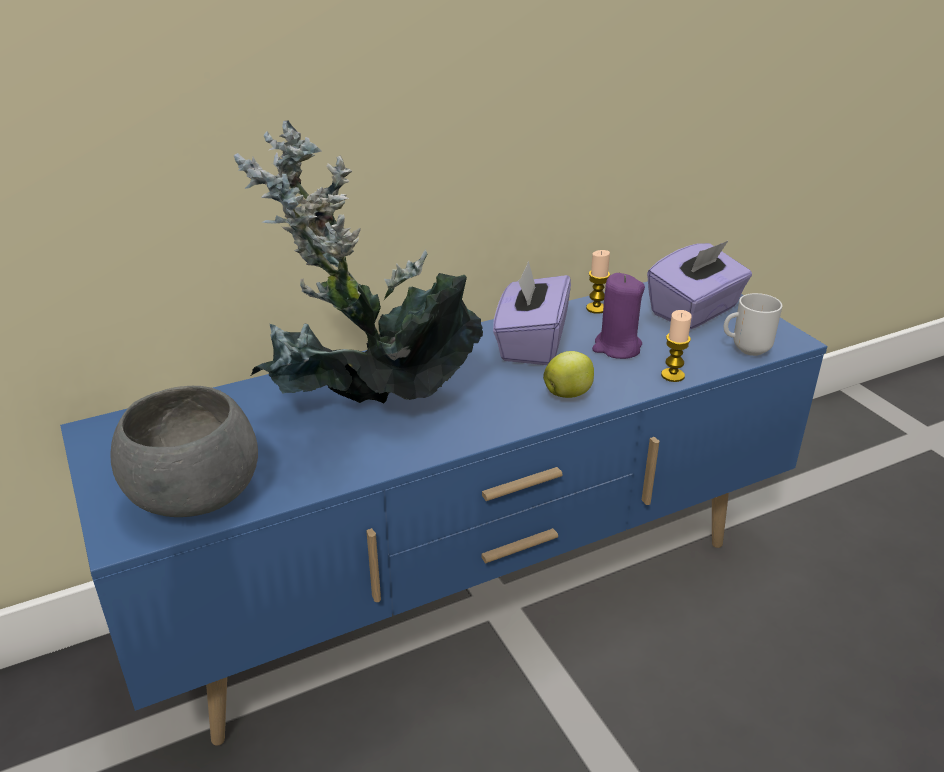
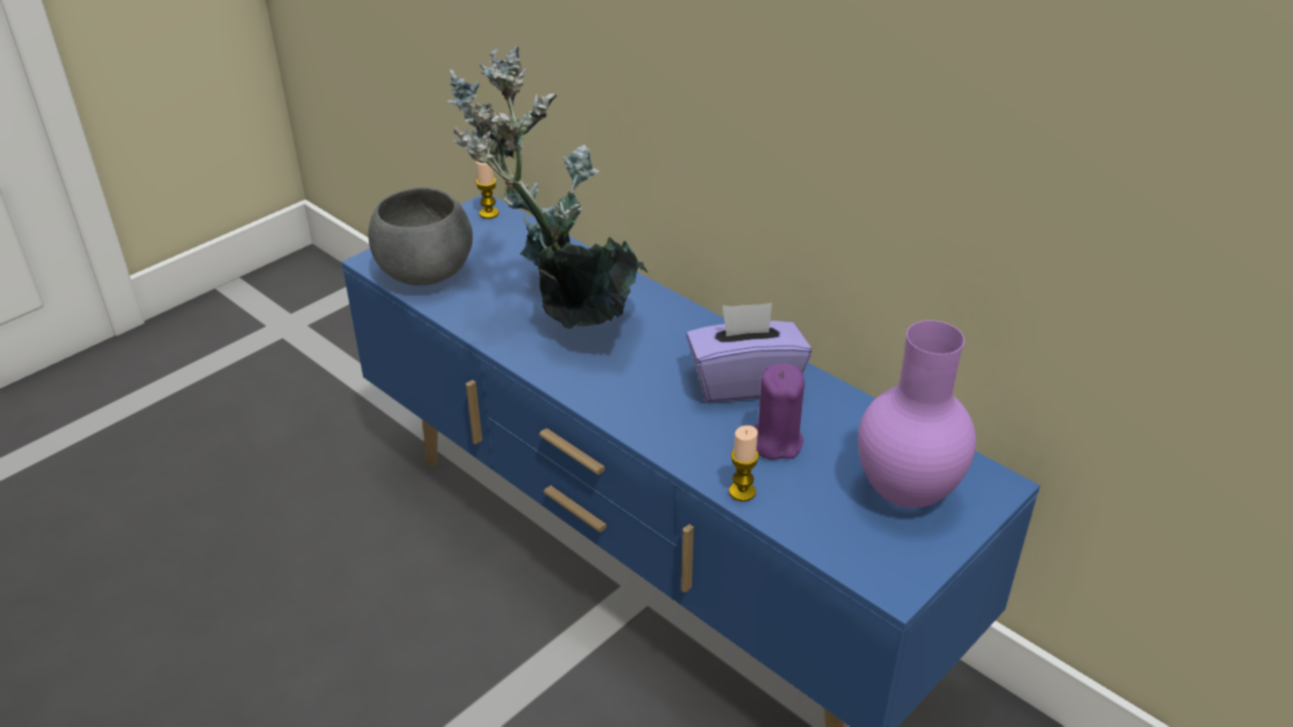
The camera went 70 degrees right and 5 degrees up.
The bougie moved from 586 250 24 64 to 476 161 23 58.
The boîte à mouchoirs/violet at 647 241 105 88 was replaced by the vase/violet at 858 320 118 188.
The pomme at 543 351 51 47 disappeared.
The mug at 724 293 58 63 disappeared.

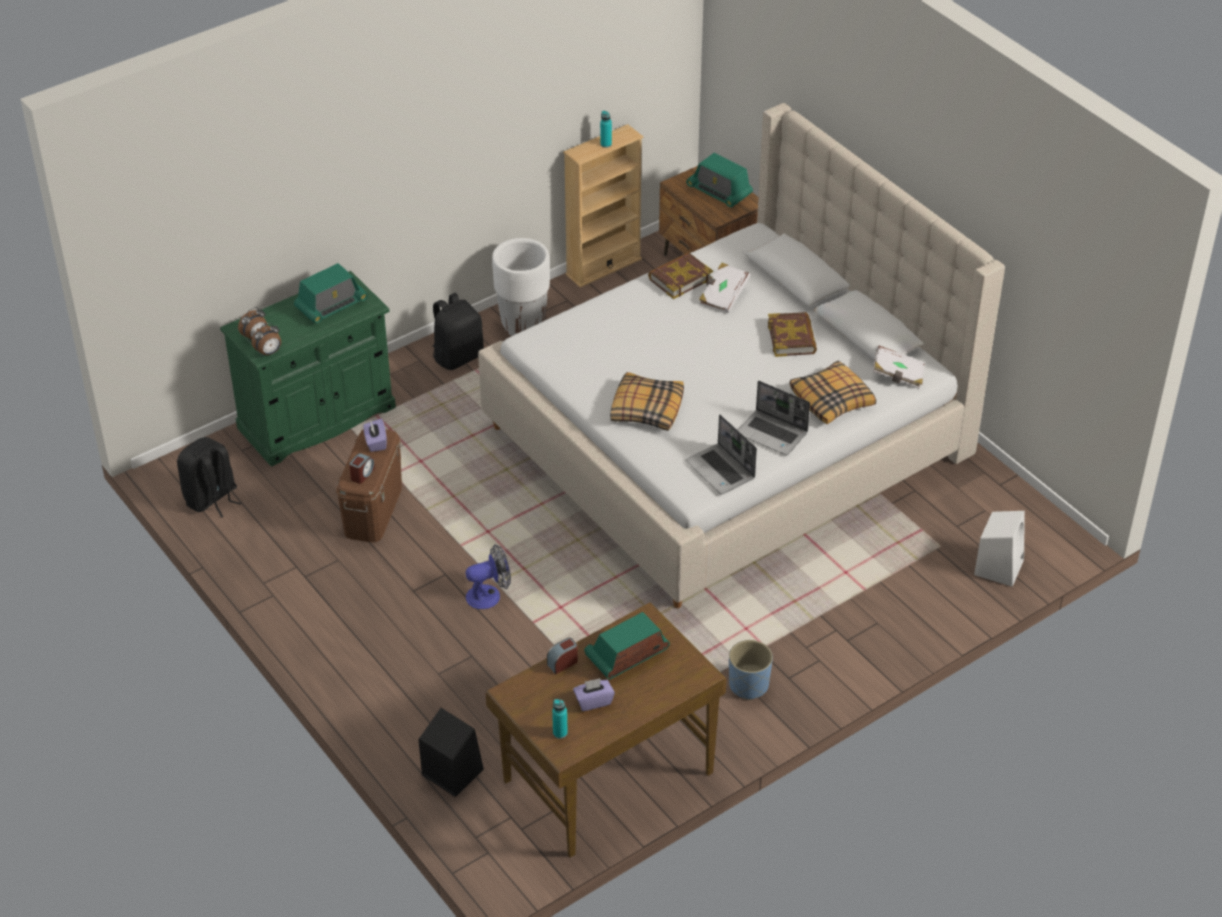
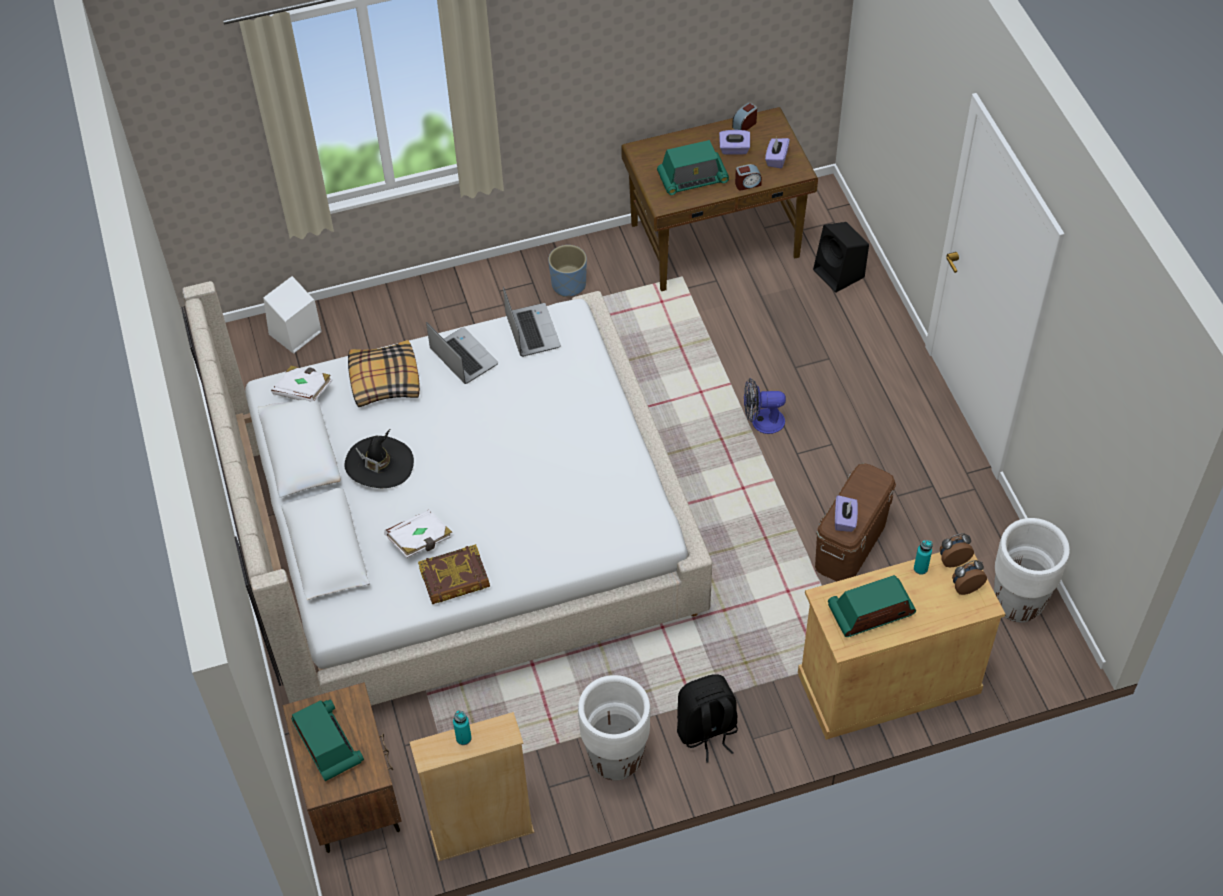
The camera went 160 degrees left and 10 degrees up.
The livre at 768 312 49 45 was replaced by the chapeau/noir at 344 428 70 60.
The réveil moved from 349 453 26 30 to 732 102 25 29.
The boîte à mouchoirs/violet at 765 137 25 31 appeared.
The meuble de rangement/vert at 220 271 176 196 became the meuble de rangement/beige at 798 544 207 196.
The bouteille/turquoise moved from 552 699 16 40 to 914 540 18 35.
The sac à dos/noir at 177 437 64 81 was replaced by the cache-pot/blanc at 994 518 76 104.
The coussin at 610 372 74 59 disappeared.

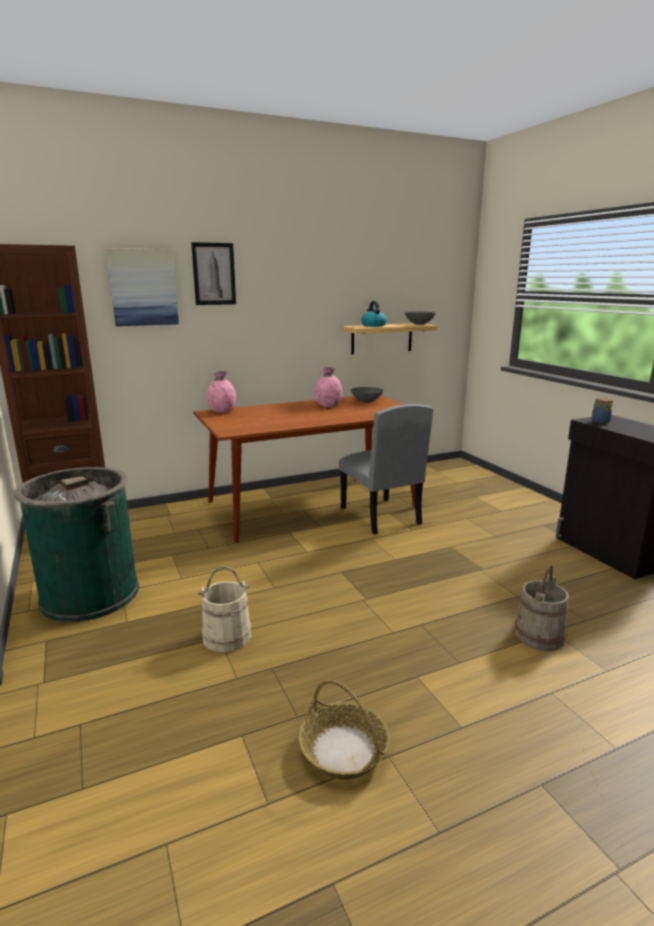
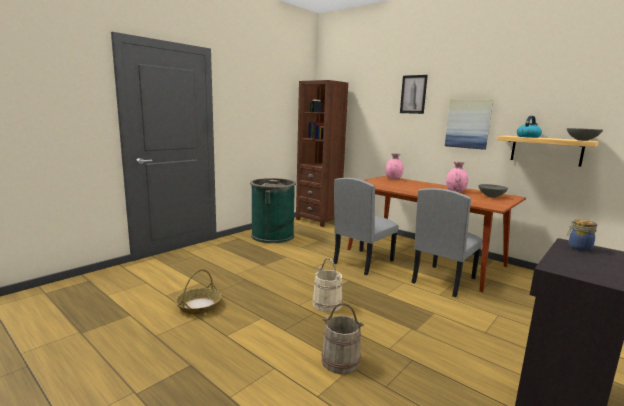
The camera went 65 degrees right and 5 degrees down.
The seau/beige moved from 197 566 55 86 to 312 258 31 54.
The chaise/gris at 333 178 65 97 appeared.
The tableau moved from 106 248 73 78 to 445 99 48 51.

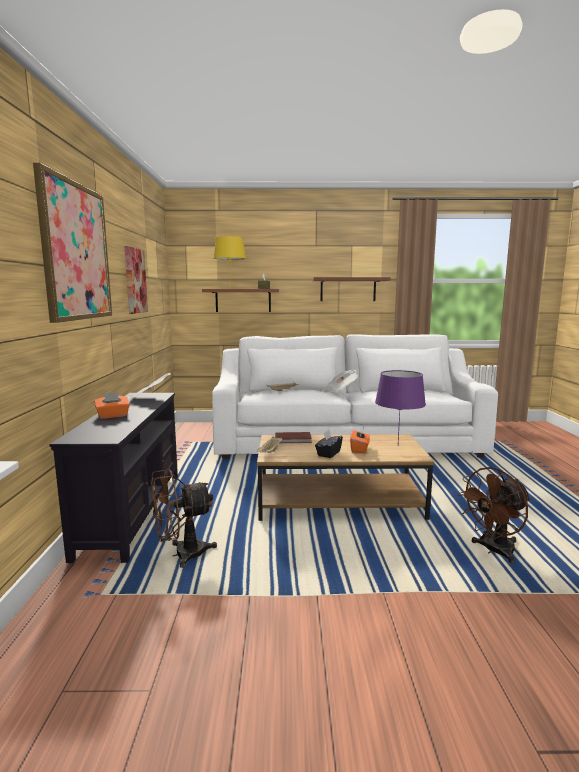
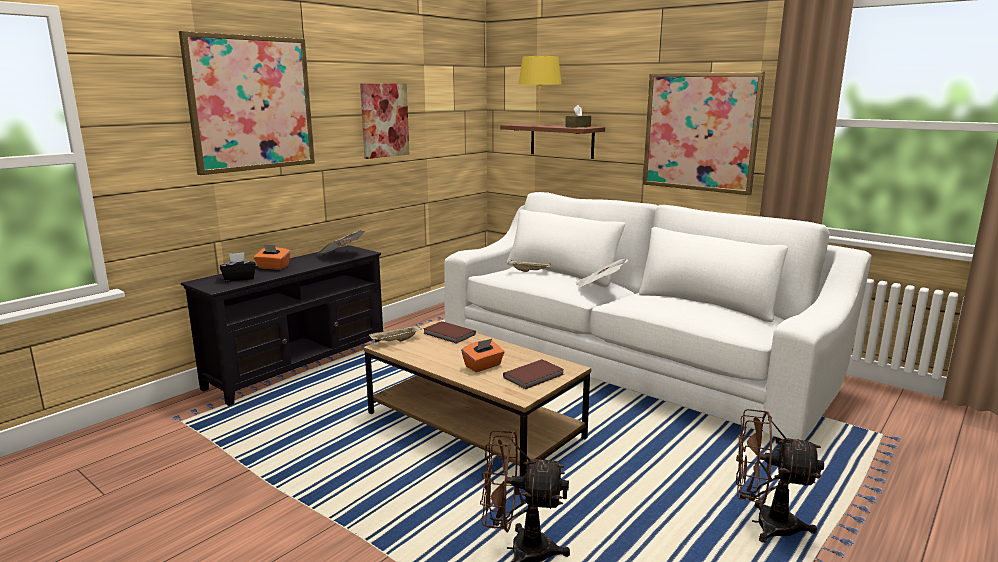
The camera went 40 degrees right and 5 degrees up.
The boîte à mouchoirs/noir moved from 315 430 28 28 to 220 252 36 30.
The lampe de table/violet at 375 370 51 73 was replaced by the livre/marron at 503 359 61 30.
The étagère/marron at 312 277 79 24 was replaced by the tableau at 643 72 122 123.
The ventilateur/marron moved from 151 469 66 99 to 736 409 88 134.

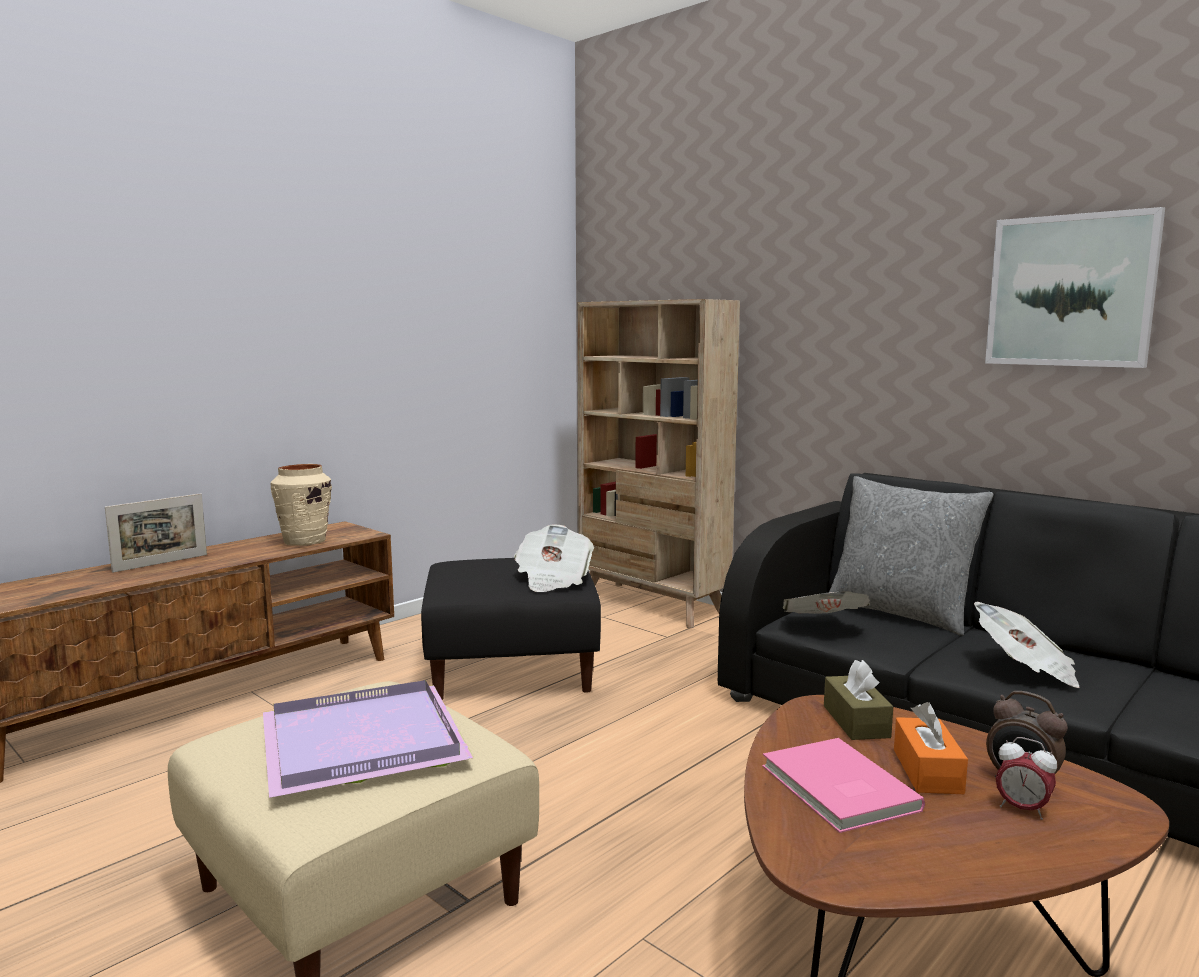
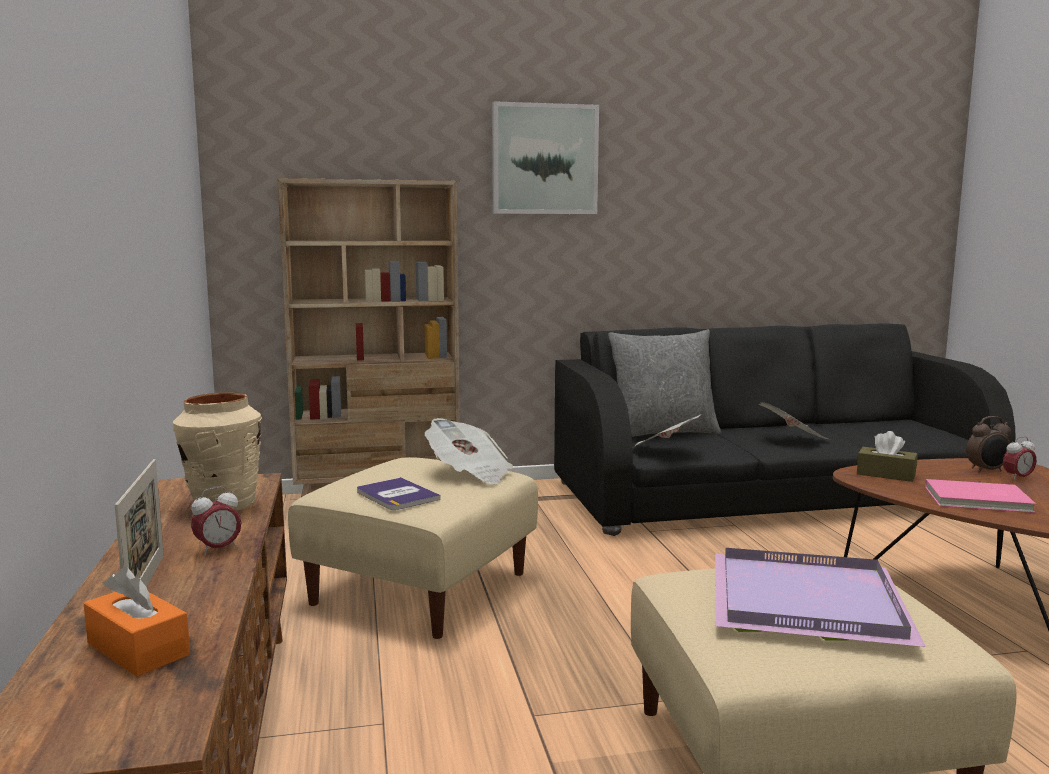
The camera went 55 degrees left and 0 degrees up.
The boîte à mouchoirs/orange moved from 894 702 74 92 to 84 567 106 109.
The réveil at 191 487 51 69 appeared.
The pouf/noir at 421 558 180 142 became the pouf/beige at 288 457 250 182.
The livre at 357 477 84 33 appeared.
The tableau moved from 985 207 180 161 to 492 101 107 113.

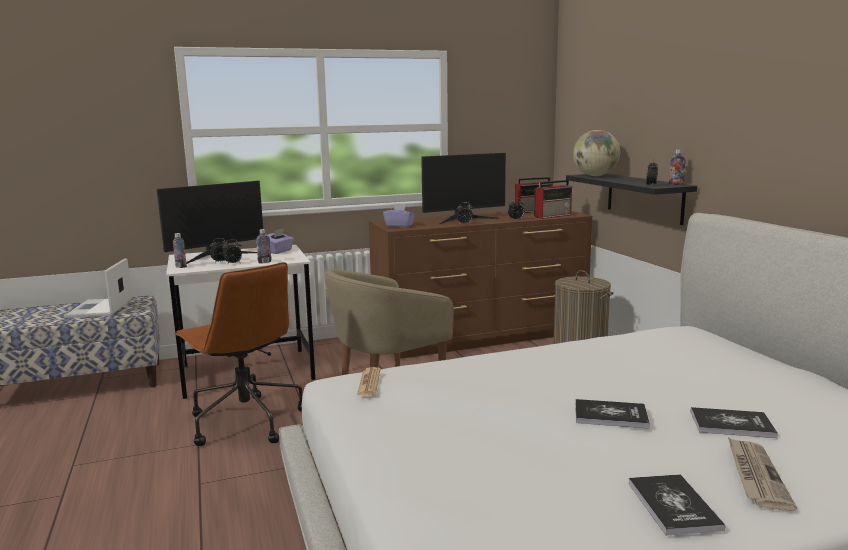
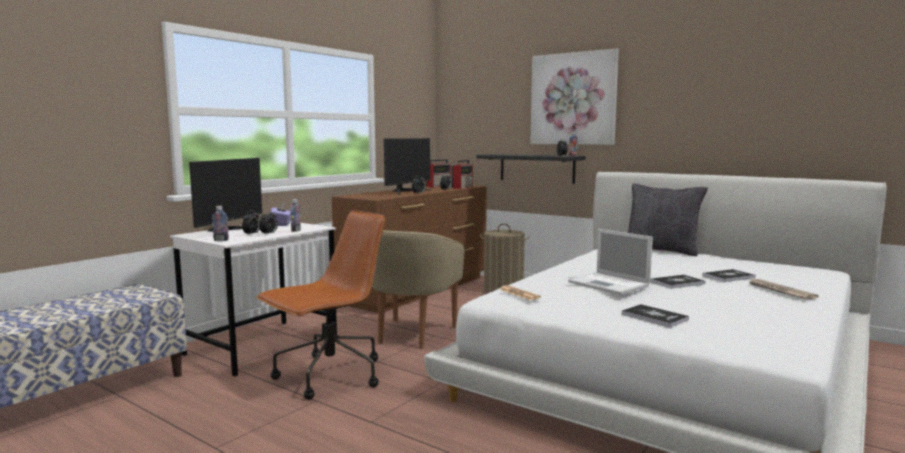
The camera went 35 degrees left and 5 degrees down.
The chaise de bureau/marron at 174 262 128 184 turned 60 degrees counterclockwise.
The tableau at 530 49 89 96 appeared.
The ordinateur portable moved from 64 258 68 60 to 568 229 85 66.
The livre moved from 628 474 97 62 to 622 304 67 24.
The coussin/noir at 628 184 80 72 appeared.
The boîte à mouchoirs/violet at 383 203 32 24 disappeared.
The globe at 573 130 47 46 disappeared.

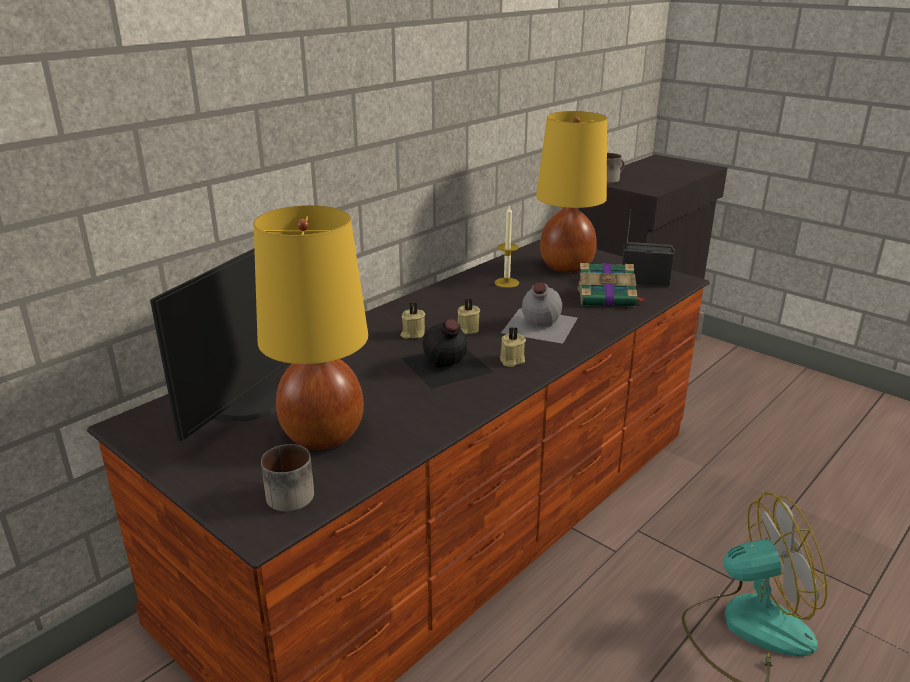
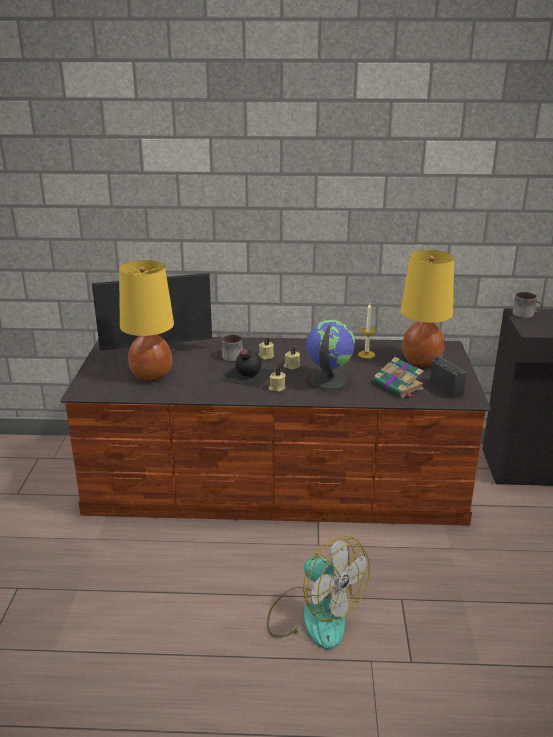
The camera went 50 degrees right and 0 degrees up.
The mug moved from 261 444 53 67 to 222 334 20 27.
The bouteille/gris at 501 283 77 61 was replaced by the globe at 306 320 49 70.

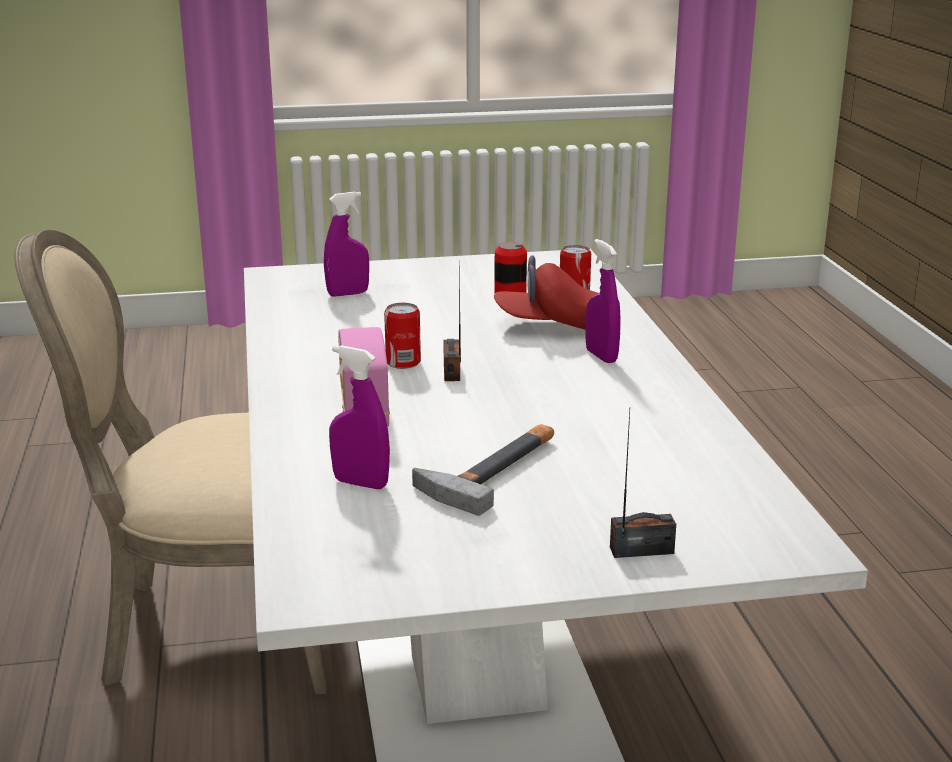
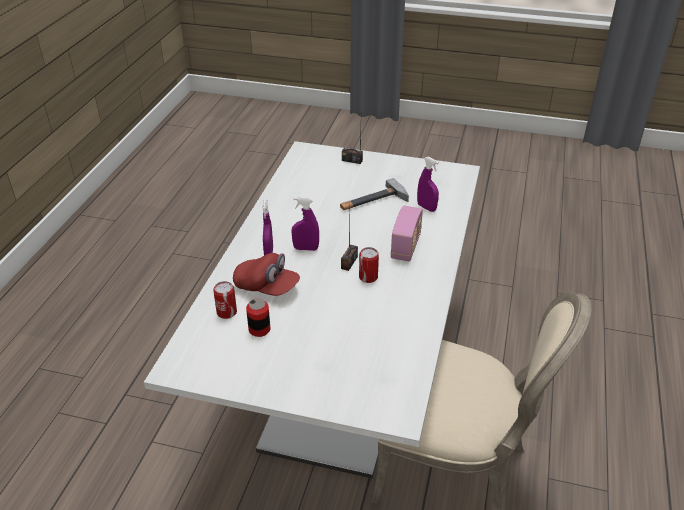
The camera went 155 degrees left and 15 degrees up.
The vaporisateur/violet moved from 324 191 45 106 to 292 197 27 54.

